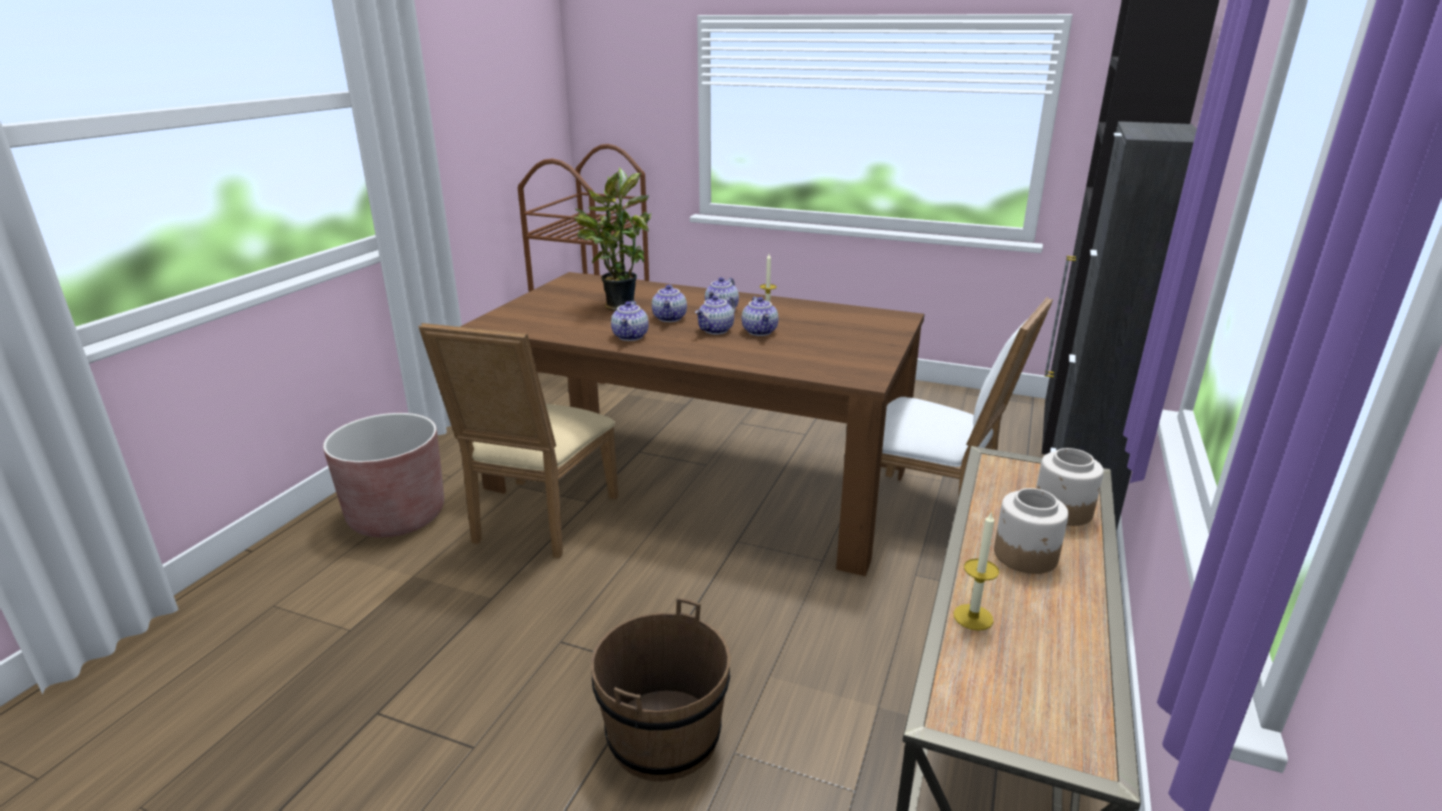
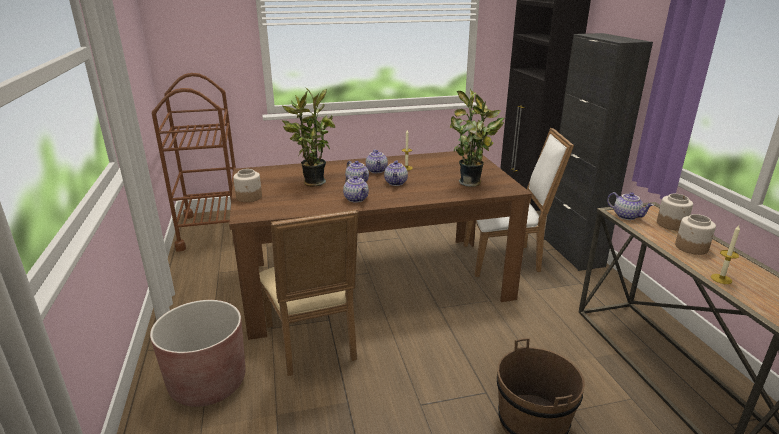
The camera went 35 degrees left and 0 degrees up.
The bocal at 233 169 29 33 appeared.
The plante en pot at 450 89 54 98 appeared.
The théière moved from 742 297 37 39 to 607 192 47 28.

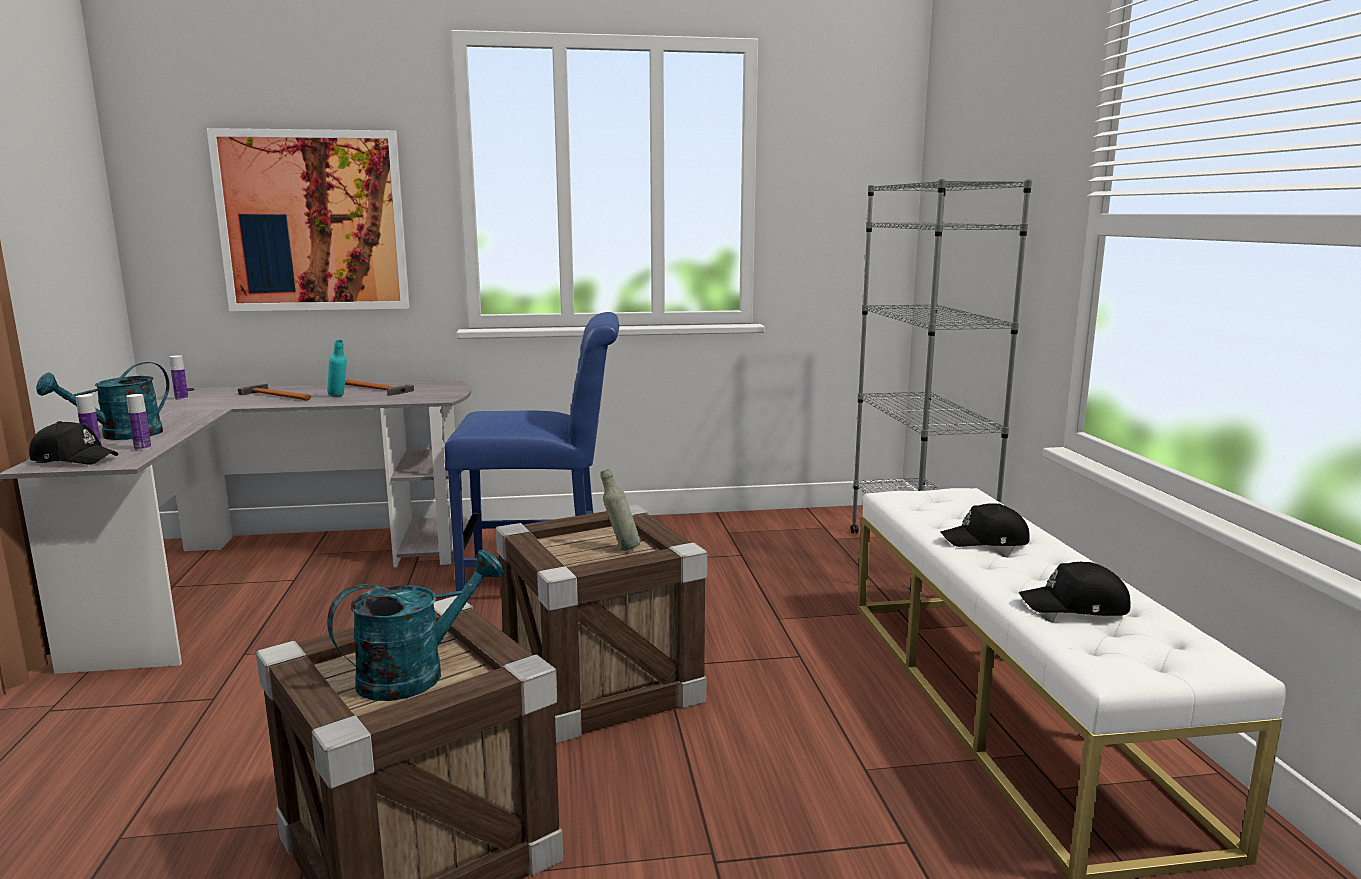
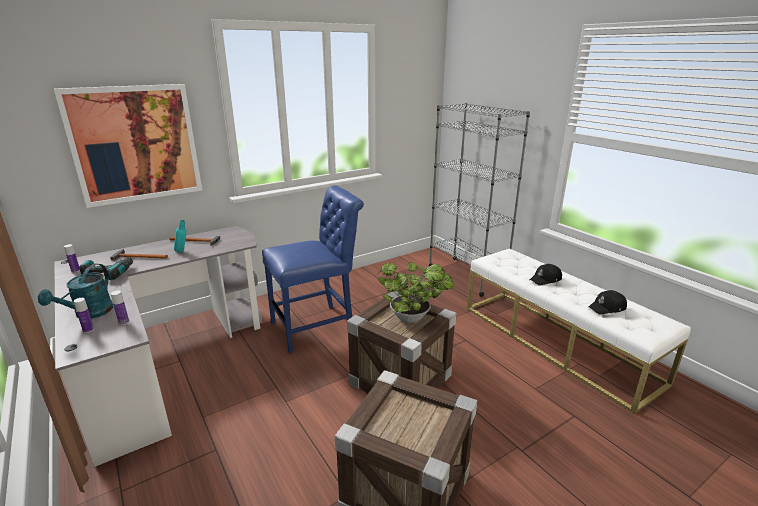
The camera went 25 degrees left and 10 degrees up.
The perceuse at 79 257 54 23 appeared.
The bouteille/gris at 601 469 39 82 was replaced by the plante en pot at 378 262 75 61.
The casquette/noir at 29 421 89 44 disappeared.
The arrosoir/turquoise at 327 550 177 151 disappeared.

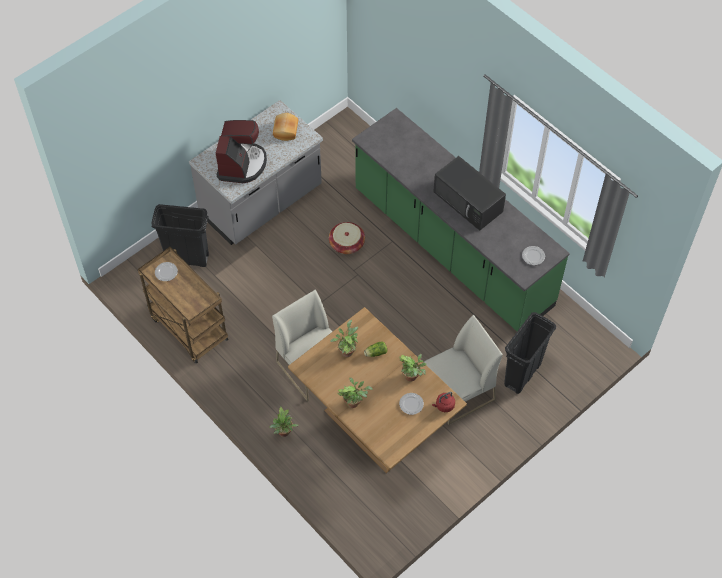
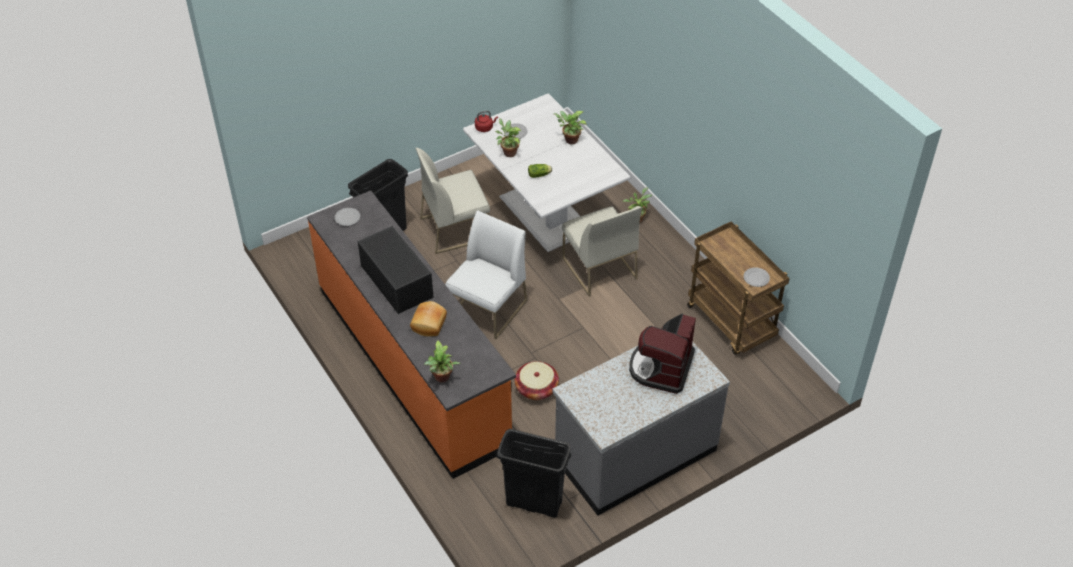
The camera went 170 degrees left and 10 degrees down.
The comptoir de cuisine/vert at 352 108 218 223 became the comptoir de cuisine/orange at 307 190 209 289.
The pain moved from 273 113 25 28 to 410 301 37 36.
The plante en pot moved from 330 320 28 37 to 424 340 36 42.
The chaise/blanc at 445 210 82 130 appeared.
The table à manger/marron at 288 307 179 166 became the table à manger/blanc at 463 93 167 159.
The poubelle/noir moved from 151 204 58 63 to 496 429 76 89.

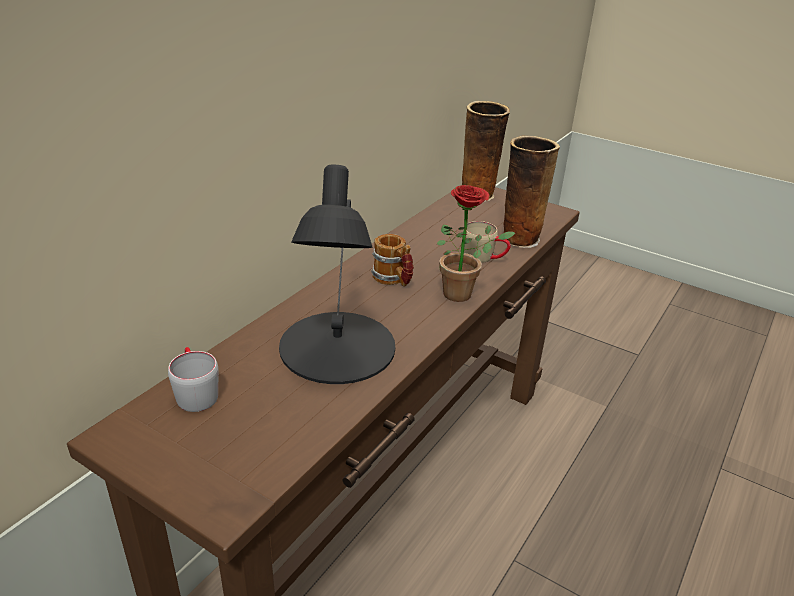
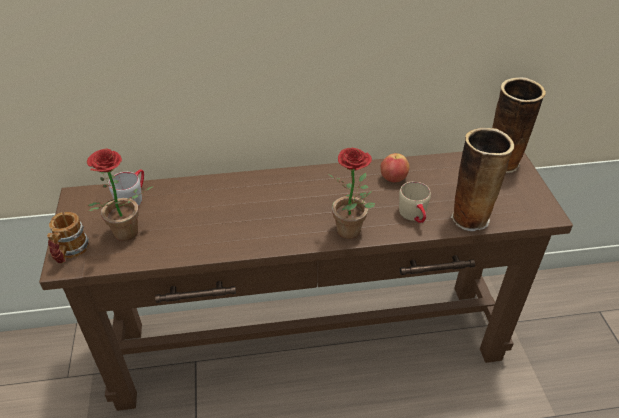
The camera went 50 degrees right and 10 degrees up.
The mug moved from 371 234 43 53 to 47 212 42 52.
The plante en pot at 87 149 67 92 appeared.
The pomme at 381 153 29 29 appeared.
The lampe de table/noir at 279 165 116 219 disappeared.

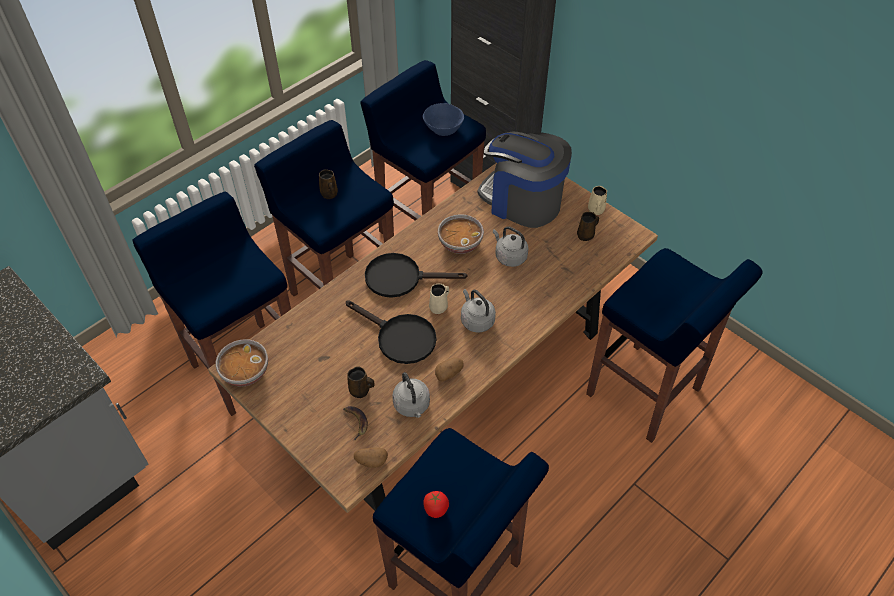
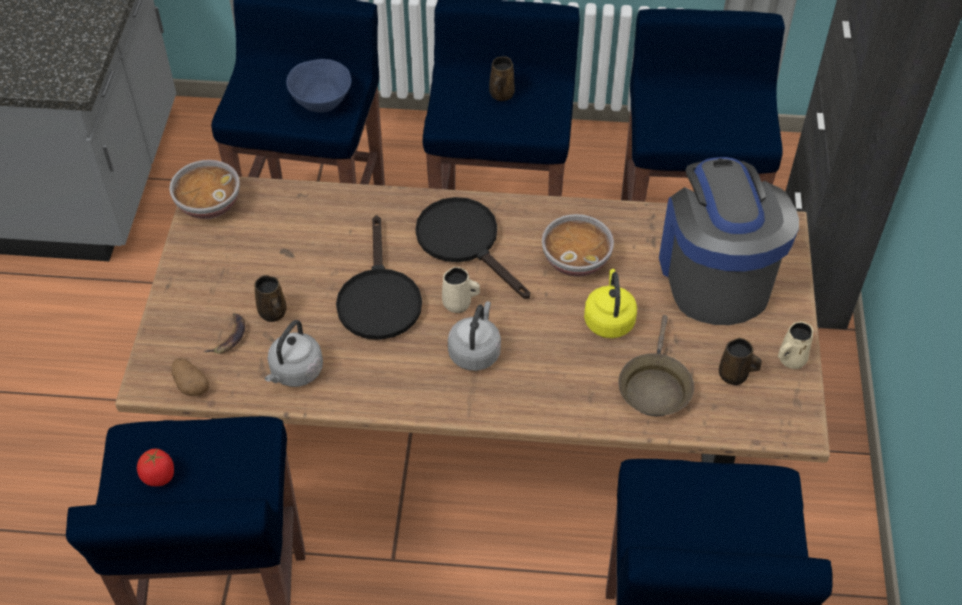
The camera went 50 degrees right and 0 degrees up.
The bol/bleu moved from 423 103 41 33 to 286 59 65 53.
The bouilloire/gris at 493 226 36 41 became the bouilloire/jaune at 584 269 53 69.
The poêle/marron at 619 315 75 101 appeared.
The pomme de terre at 435 358 28 24 disappeared.

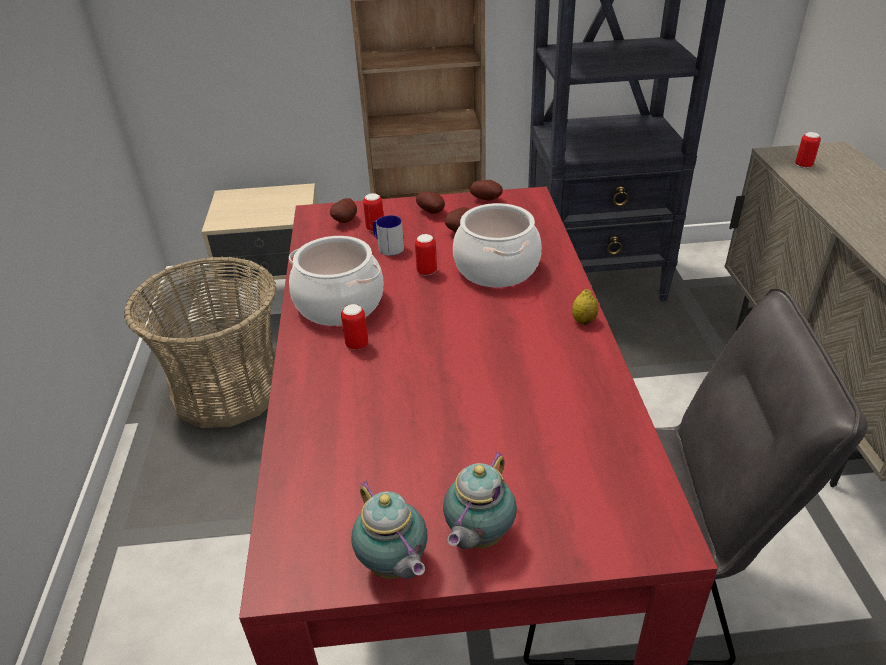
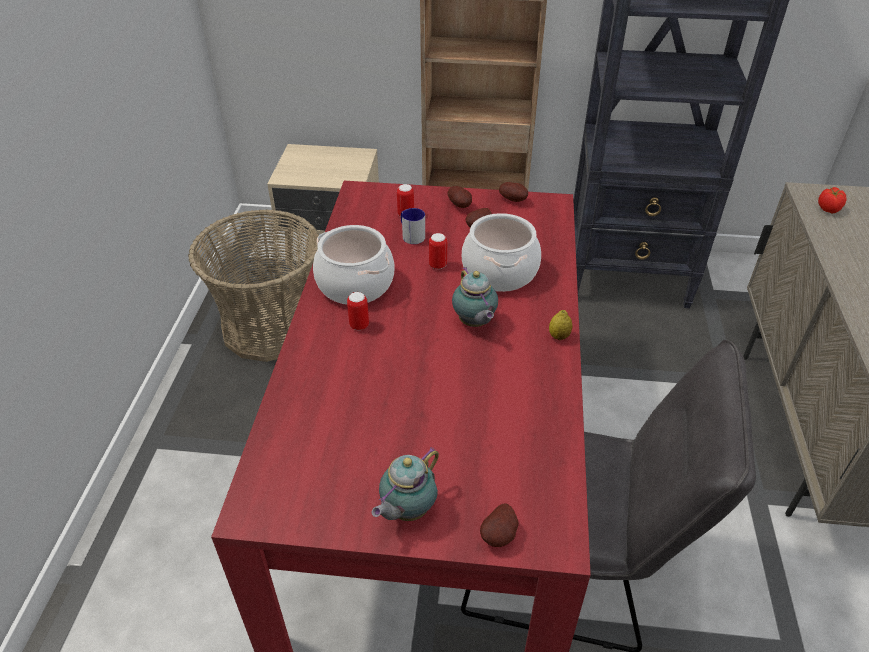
The camera went 10 degrees right and 5 degrees up.
The théière moved from 352 480 75 99 to 452 267 46 60.
The pomme de terre moved from 330 198 27 25 to 480 503 38 44.
The boîte métallique at 795 132 26 36 was replaced by the tomate at 818 187 28 26.

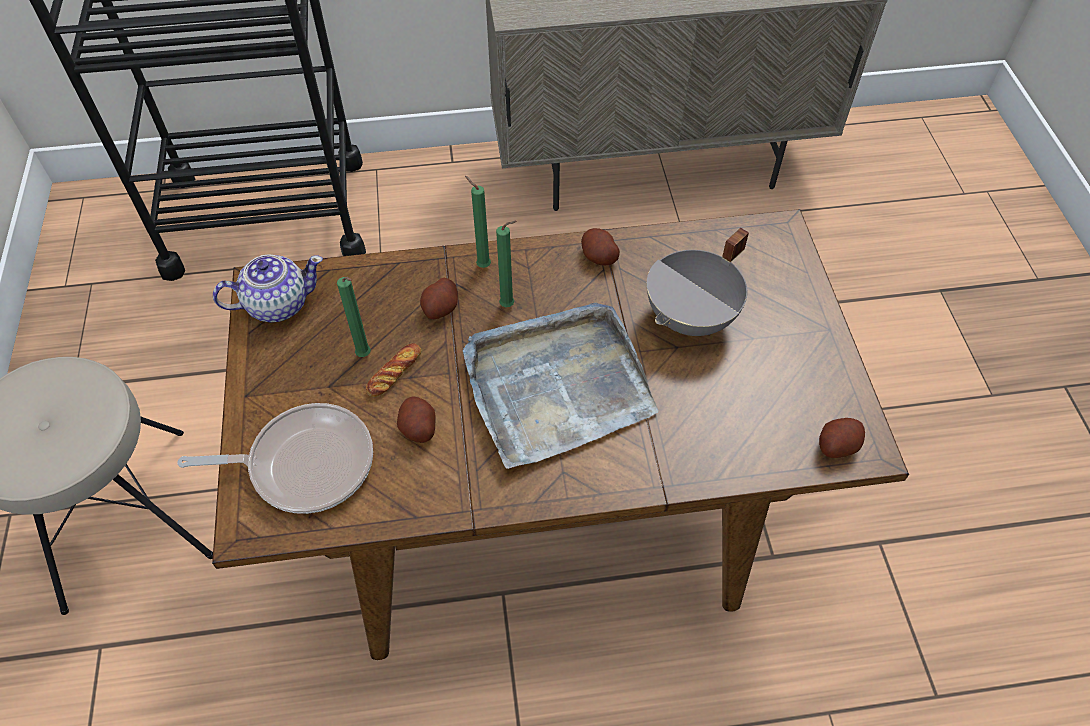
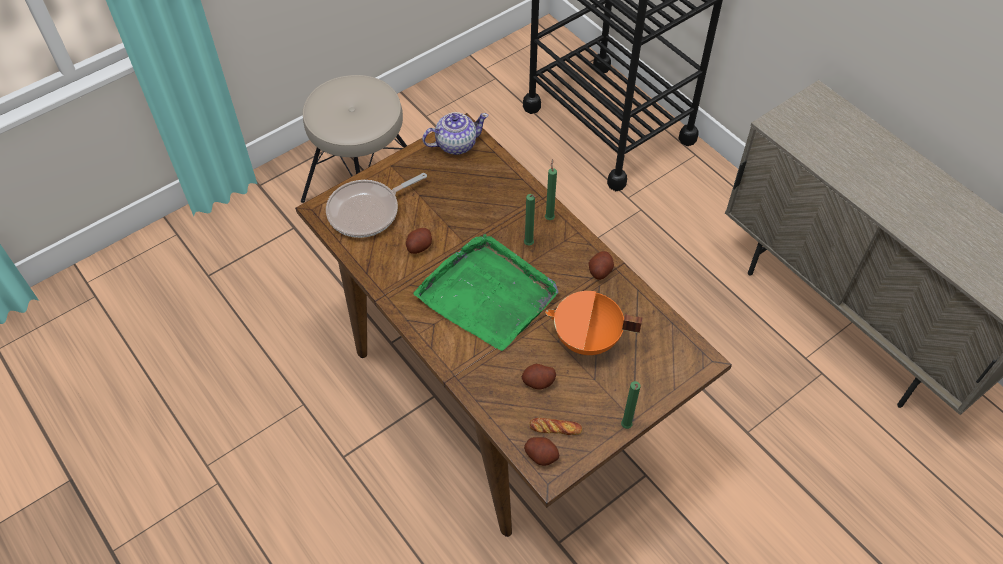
The camera went 60 degrees right and 0 degrees up.
The poêle at 177 403 196 111 turned 90 degrees clockwise.
The plateau/gris at 463 303 196 166 became the plateau/vert at 413 234 146 117.
The théière at 213 254 110 69 turned 60 degrees counterclockwise.
The pomme de terre moved from 420 278 38 41 to 522 364 34 26.
The pain moved from 366 343 56 54 to 529 418 53 17.
The marmite/gris at 647 228 102 108 became the marmite/orange at 545 291 97 64.
The bougie/vert moved from 337 277 34 80 to 621 381 19 48.

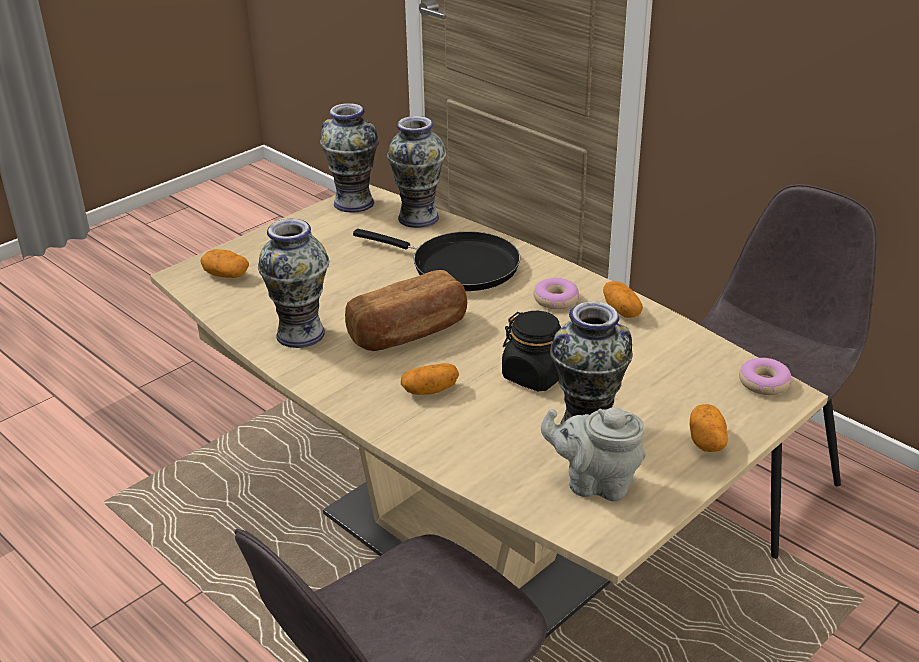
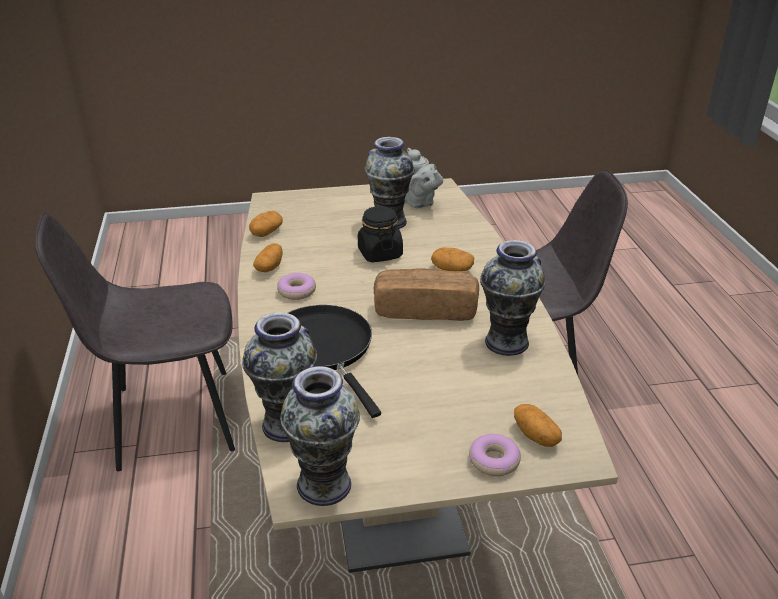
The camera went 145 degrees left and 0 degrees up.
The pomme de terre moved from 690 404 38 48 to 249 211 34 26.
The beignet moved from 739 358 53 37 to 469 434 52 42.

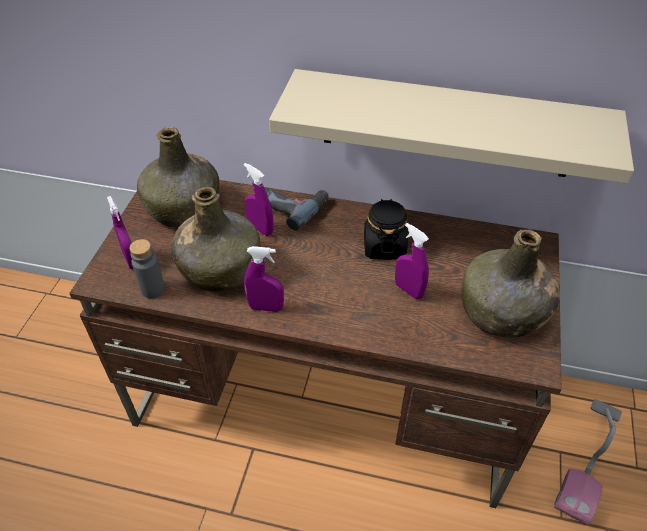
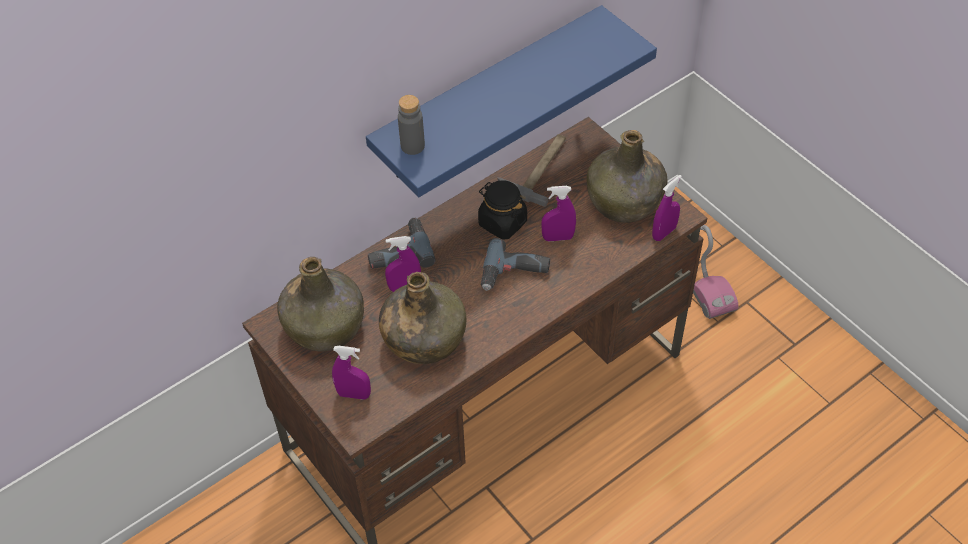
The camera went 50 degrees left and 5 degrees up.
The étagère/beige at 269 69 365 115 became the étagère/bleu at 366 5 291 192.
The bouteille/gris moved from 129 239 36 59 to 398 95 27 60.
The perceuse at 481 238 69 53 appeared.
The marteau at 498 134 68 73 appeared.
The vaporisateur/violet moved from 244 246 40 66 to 652 175 30 66.

